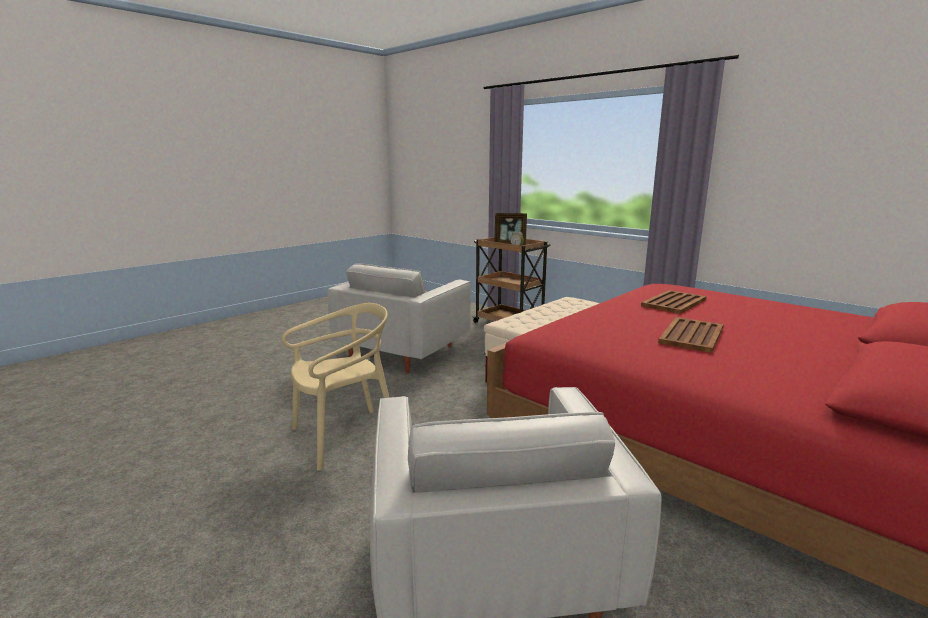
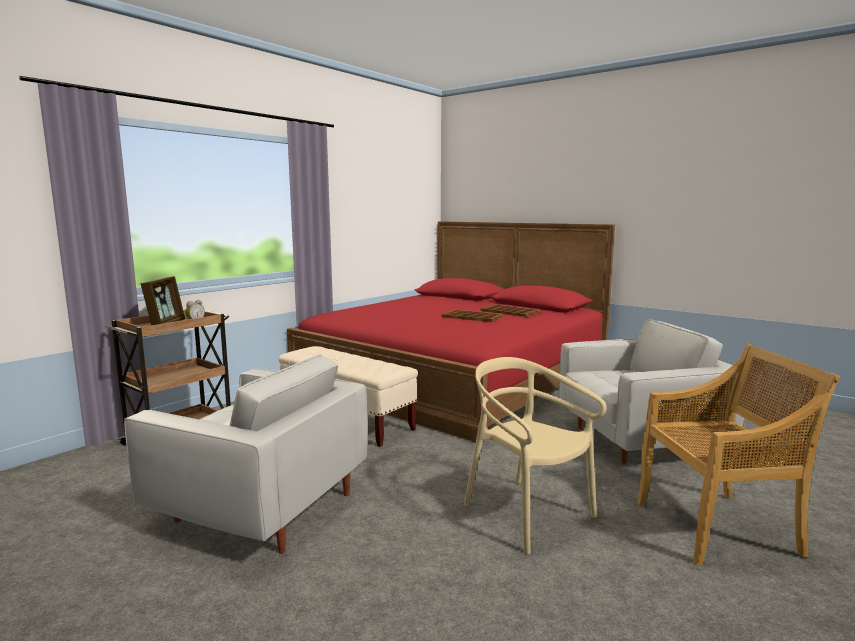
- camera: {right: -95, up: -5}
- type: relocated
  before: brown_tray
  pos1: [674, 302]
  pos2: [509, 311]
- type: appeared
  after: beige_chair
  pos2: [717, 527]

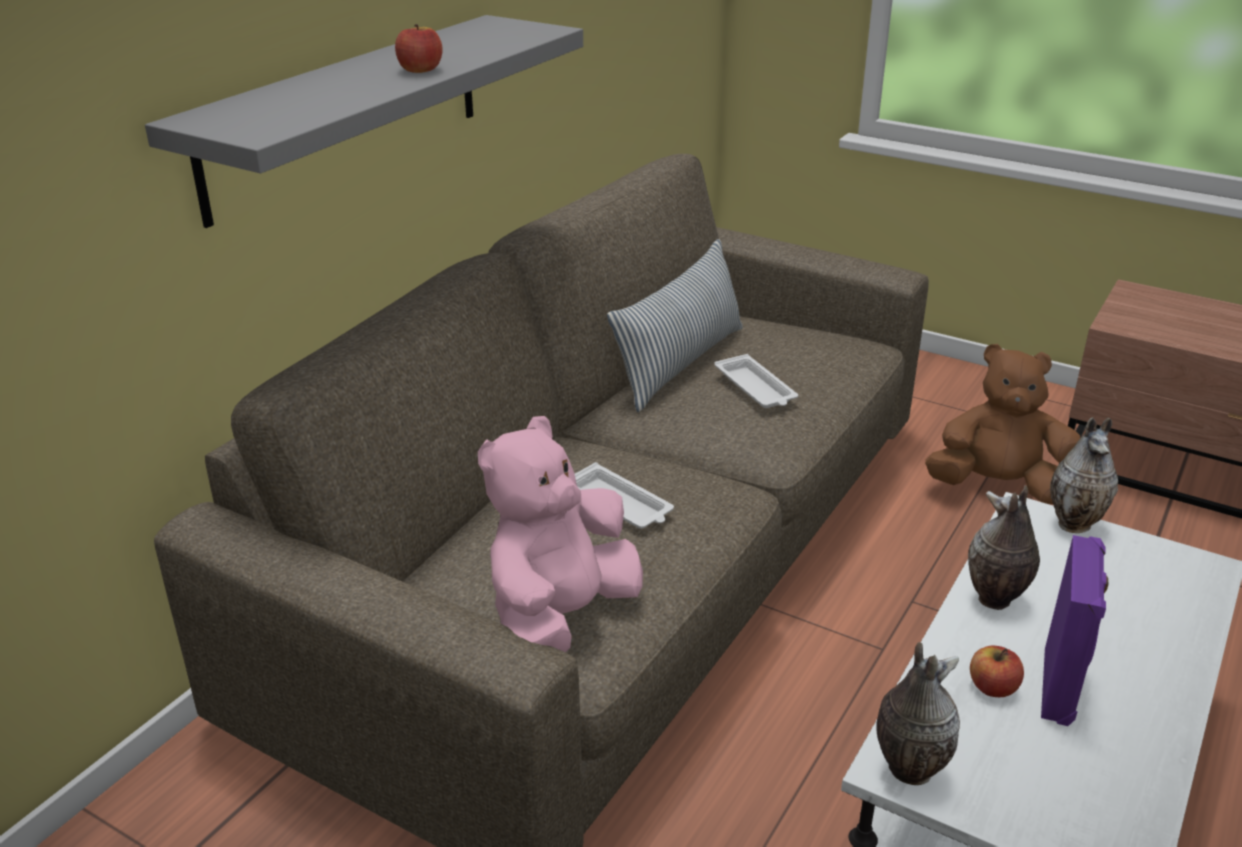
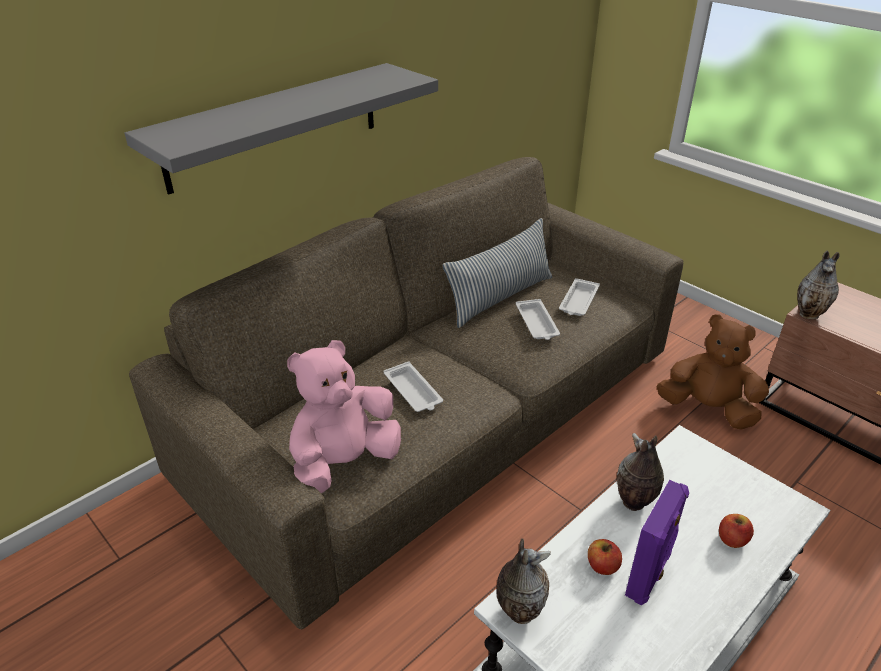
- camera: {right: 15, up: 5}
- type: relocated
  before: apple
  pos1: [420, 70]
  pos2: [732, 539]
- type: relocated
  before: vase
  pos1: [1075, 524]
  pos2: [810, 314]
- type: appeared
  after: white_tray
  pos2: [578, 301]

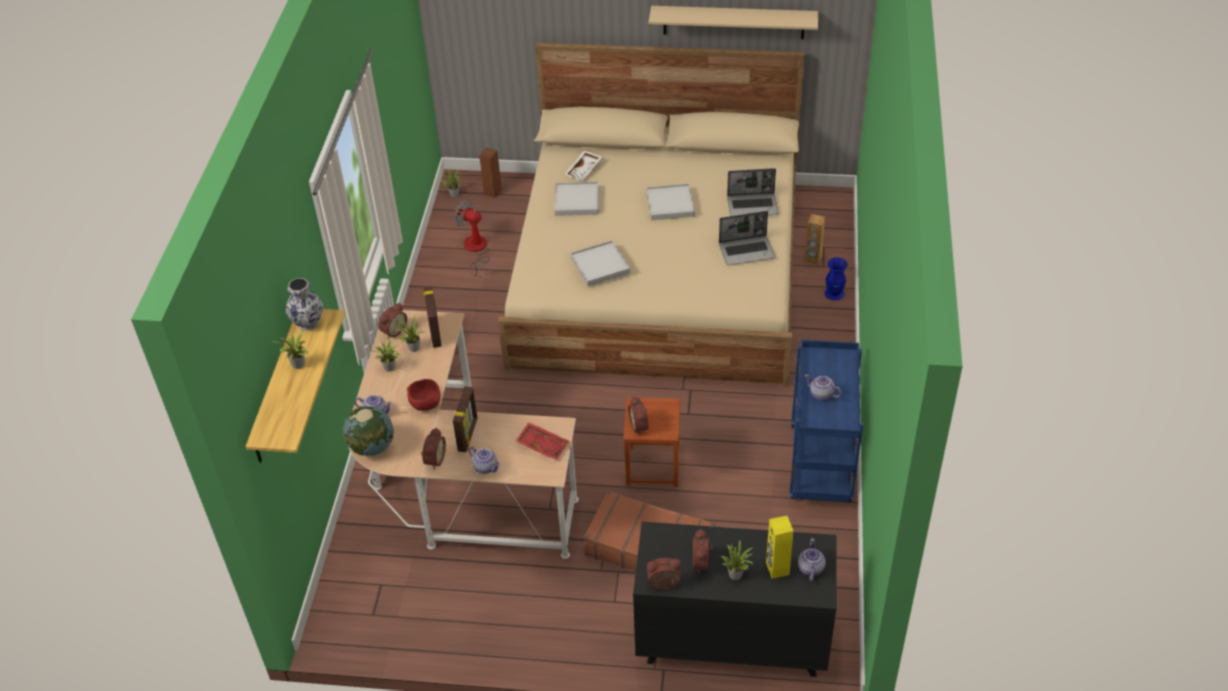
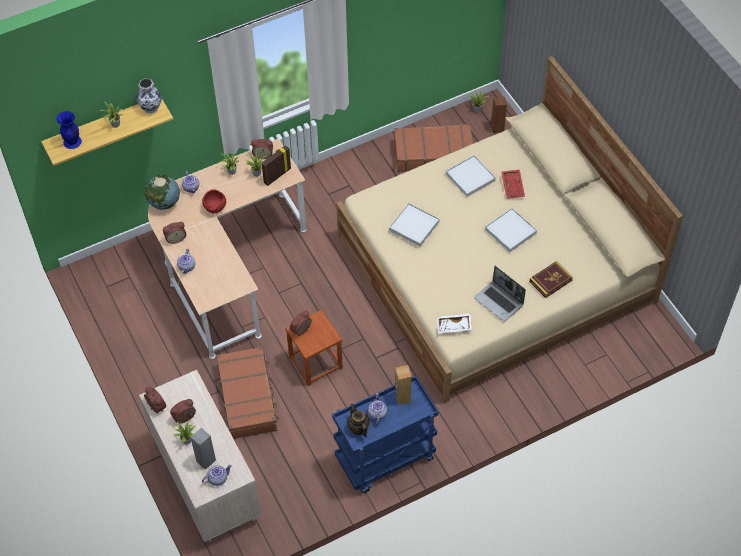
- camera: {right: 55, up: 10}
- type: missing
  before: beige_shelf
  pos1: [733, 22]
- type: relocated
  before: white_tray
  pos1: [584, 170]
  pos2: [454, 326]
- type: exchanged
  before: laptop
  after: book
  pos1: [753, 206]
  pos2: [550, 281]
- type: exchanged
  before: fan
  after: brown_suitcase
  pos1: [476, 250]
  pos2: [433, 154]
- type: relocated
  before: brown_speaker
  pos1: [812, 259]
  pos2: [402, 397]
- type: relocated
  before: blue_vase
  pos1: [834, 293]
  pos2: [72, 142]
- type: missing
  before: picture_frame
  pos1: [468, 435]
- type: relocated
  before: red_tray
  pos1: [543, 445]
  pos2: [513, 187]
- type: colour
  before: yellow_speaker
  after: grey_speaker
  pos1: [777, 569]
  pos2: [206, 460]
- type: colour
  before: black_dresser
  after: beige_dresser
  pos1: [731, 640]
  pos2: [206, 480]
- type: appeared
  after: teapot
  pos2: [358, 428]

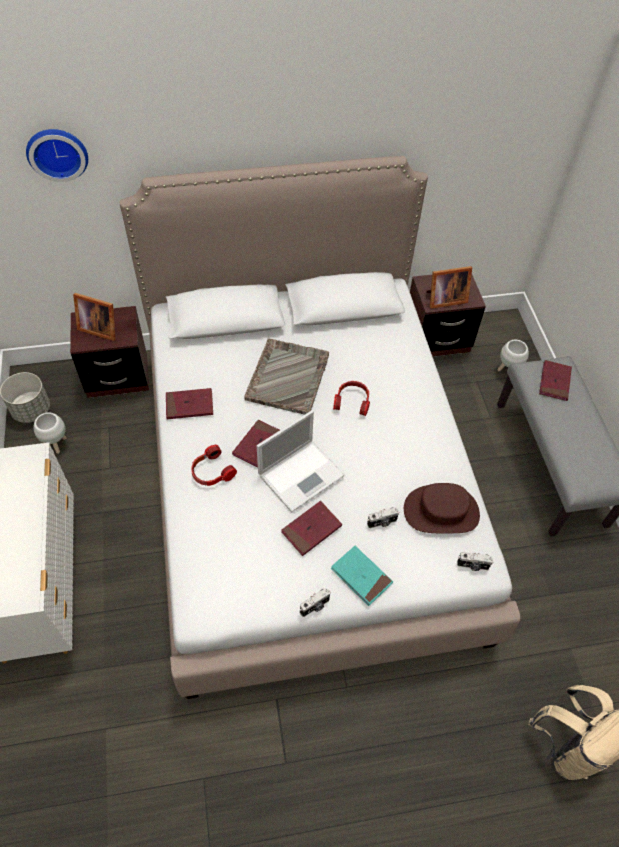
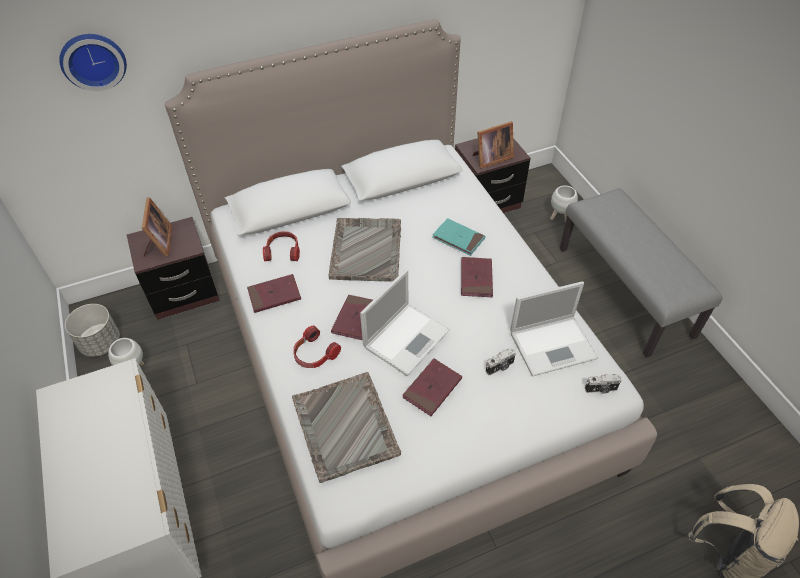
- camera: {right: -10, up: -5}
- type: spun
  before: picture_frame
  pos1: [99, 328]
  pos2: [159, 243]
  turn: -105
- type: relocated
  before: red_book
  pos1: [554, 382]
  pos2: [476, 279]
- type: relocated
  before: headphones
  pos1: [352, 401]
  pos2: [283, 251]
- type: exchanged
  before: brown_hat
  after: laptop
  pos1: [441, 511]
  pos2: [554, 344]
- type: relocated
  before: turquoise_book
  pos1: [361, 576]
  pos2: [458, 238]
- type: missing
  before: photo_camera
  pos1: [315, 606]
- type: appeared
  after: grey_tray
  pos2: [345, 427]

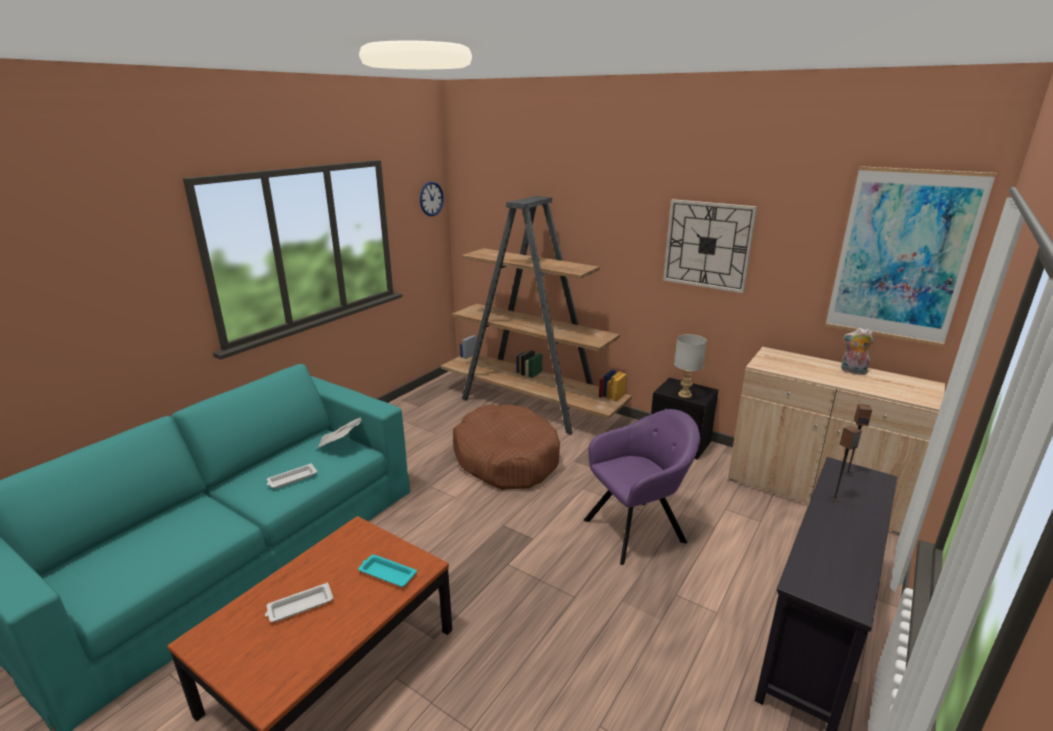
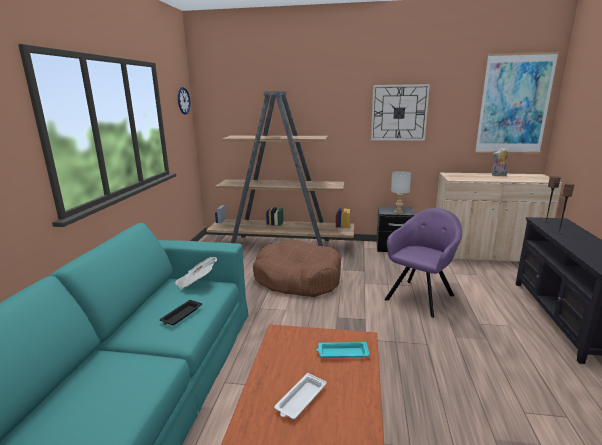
- camera: {right: -25, up: -5}
- type: colour
  before: white_tray
  after: black_tray
  pos1: [291, 479]
  pos2: [181, 315]

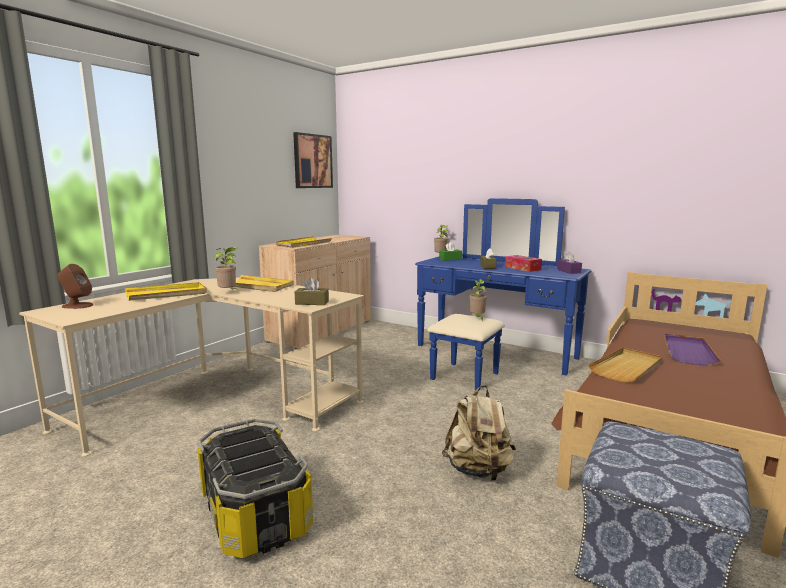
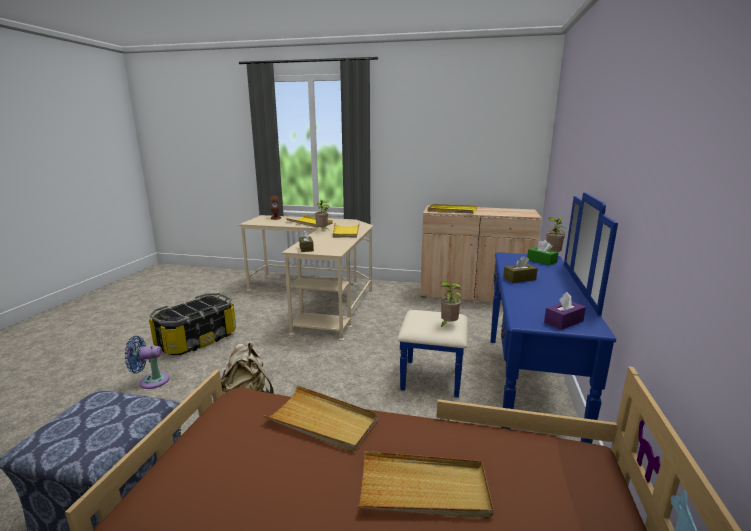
- camera: {right: 70, up: 5}
- type: missing
  before: picture
  pos1: [312, 161]
- type: missing
  before: tissue_box
  pos1: [522, 268]
- type: colour
  before: purple_tray
  after: beige_tray
  pos1: [688, 352]
  pos2: [424, 489]
- type: appeared
  after: blue_fan
  pos2: [151, 381]

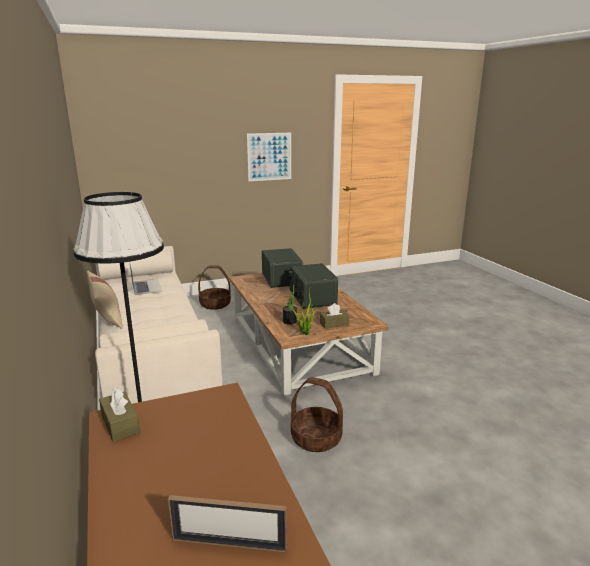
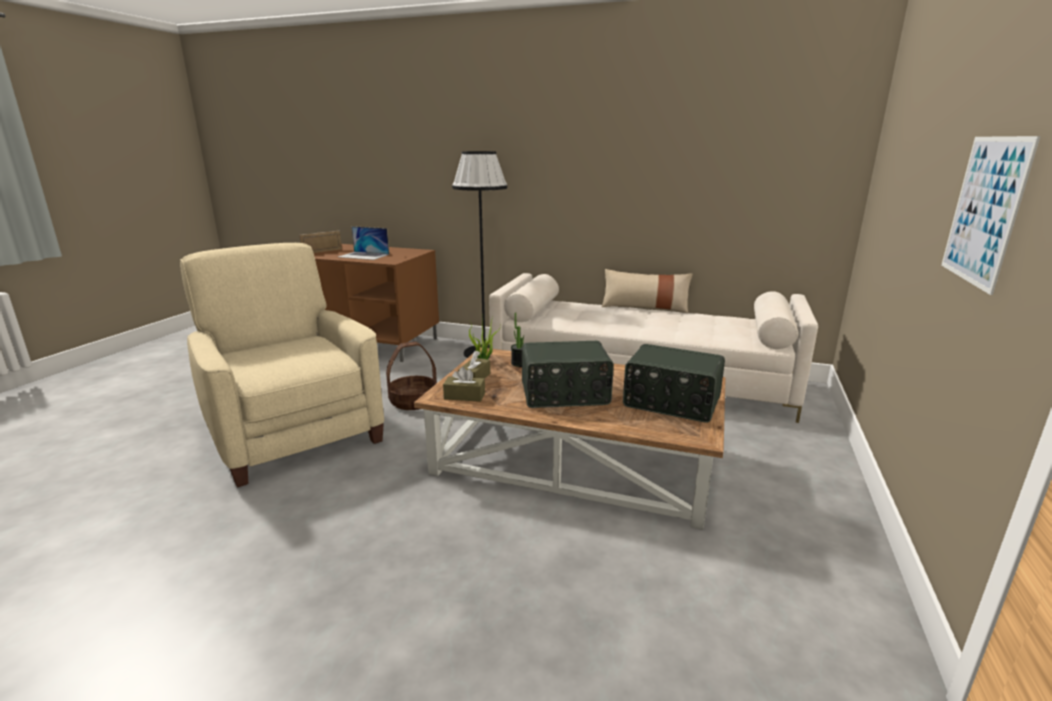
- camera: {right: 130, up: 0}
- type: spun
  before: radio
  pos1: [311, 298]
  pos2: [565, 395]
  turn: 150
- type: relocated
  before: laptop
  pos1: [146, 286]
  pos2: [364, 255]
- type: missing
  before: basket
  pos1: [215, 304]
- type: relocated
  before: brown_tissue_box
  pos1: [120, 424]
  pos2: [464, 396]
- type: appeared
  after: beige_armchair
  pos2: [294, 434]

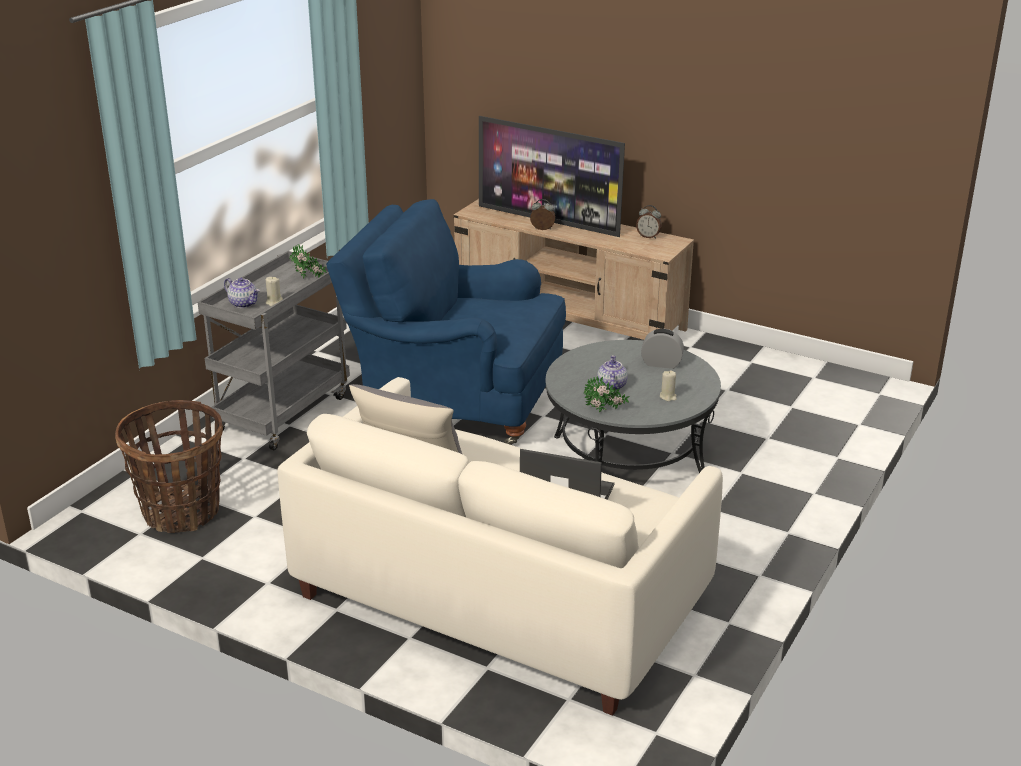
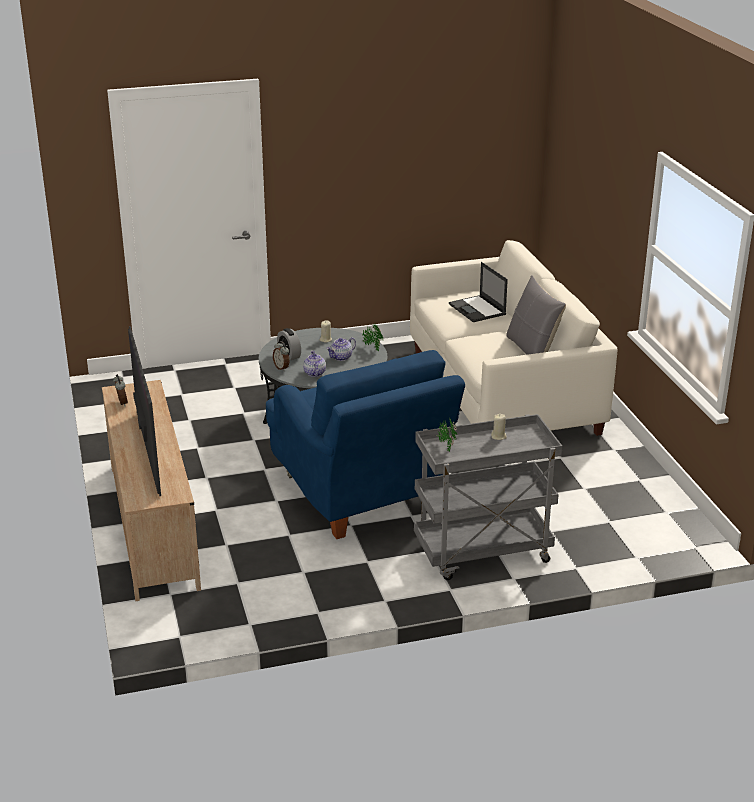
- camera: {right: -135, up: 0}
- type: relocated
  before: alarm_clock
  pos1: [542, 229]
  pos2: [282, 368]
- type: relocated
  before: teapot
  pos1: [244, 303]
  pos2: [314, 373]
- type: missing
  before: basket
  pos1: [181, 512]

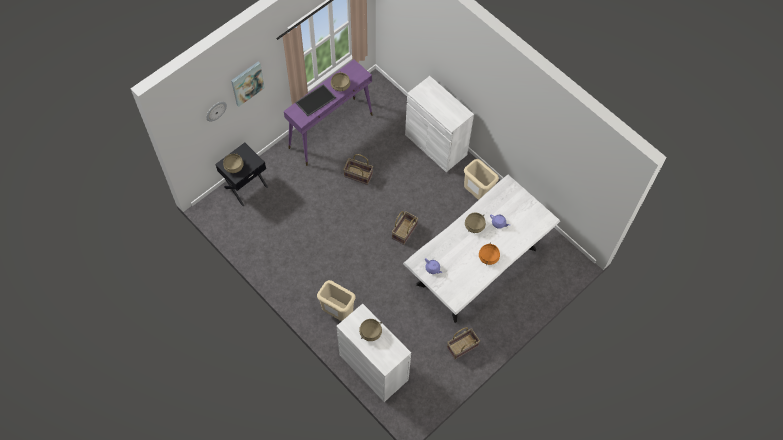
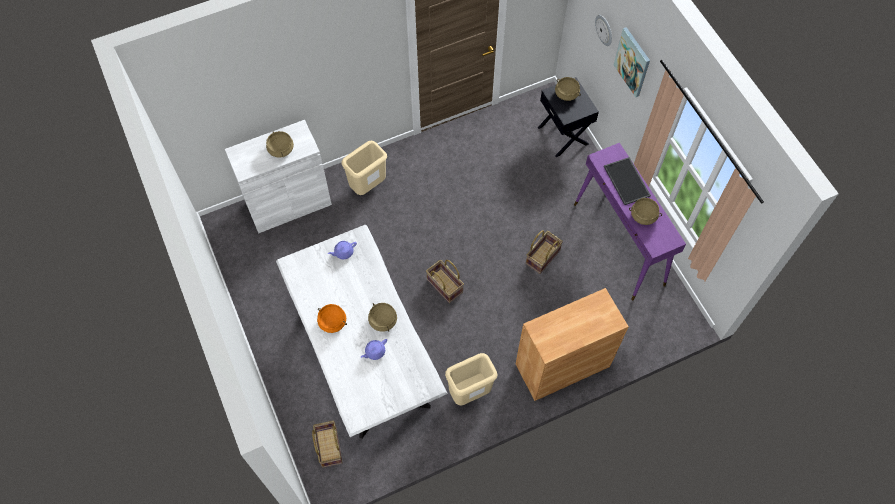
- camera: {right: 110, up: 0}
- type: colour
  before: white_cabinet
  after: brown_cabinet
  pos1: [436, 145]
  pos2: [562, 365]
- type: relocated
  before: basket
  pos1: [462, 347]
  pos2: [328, 447]

